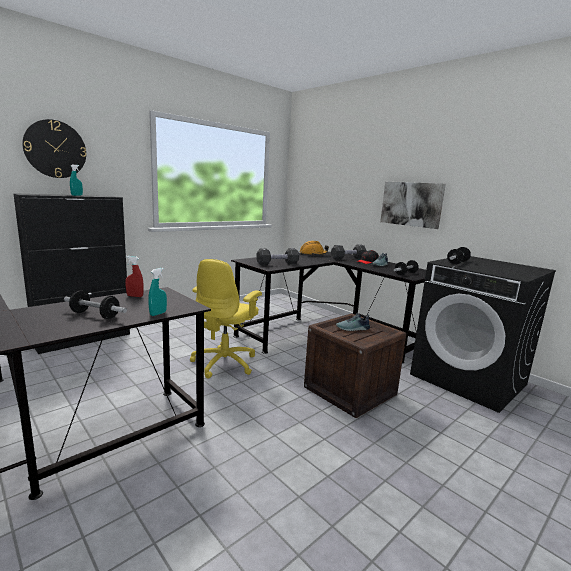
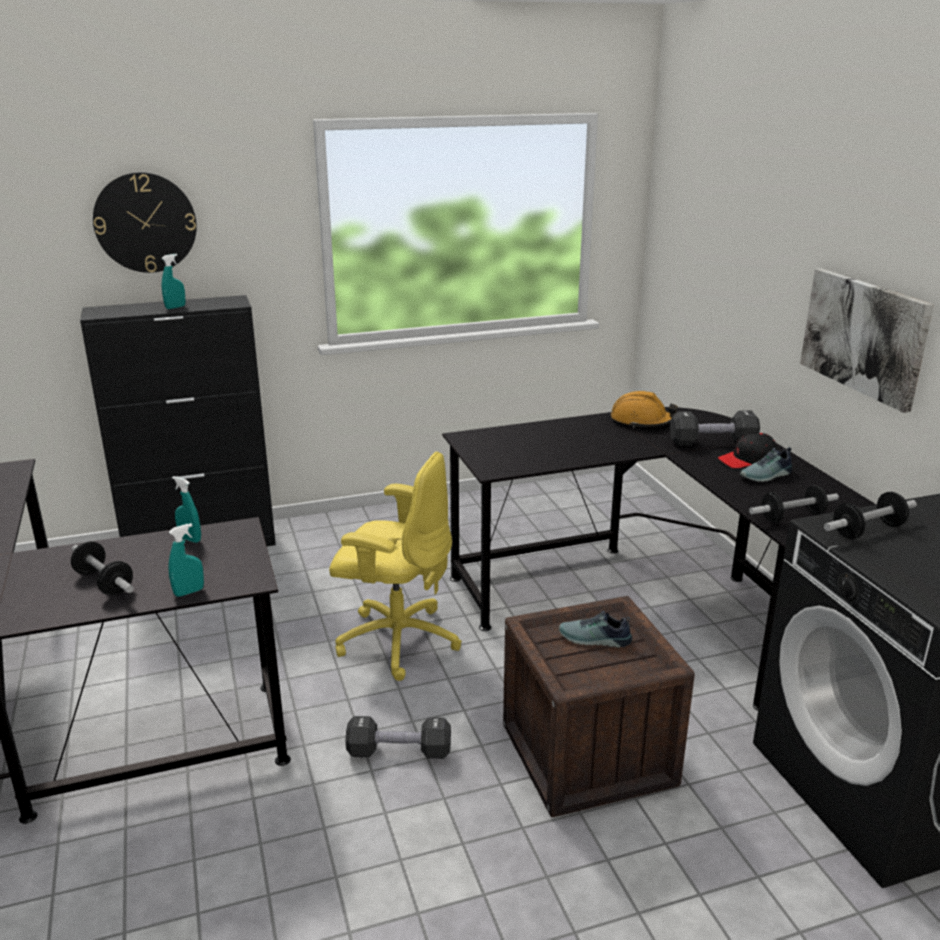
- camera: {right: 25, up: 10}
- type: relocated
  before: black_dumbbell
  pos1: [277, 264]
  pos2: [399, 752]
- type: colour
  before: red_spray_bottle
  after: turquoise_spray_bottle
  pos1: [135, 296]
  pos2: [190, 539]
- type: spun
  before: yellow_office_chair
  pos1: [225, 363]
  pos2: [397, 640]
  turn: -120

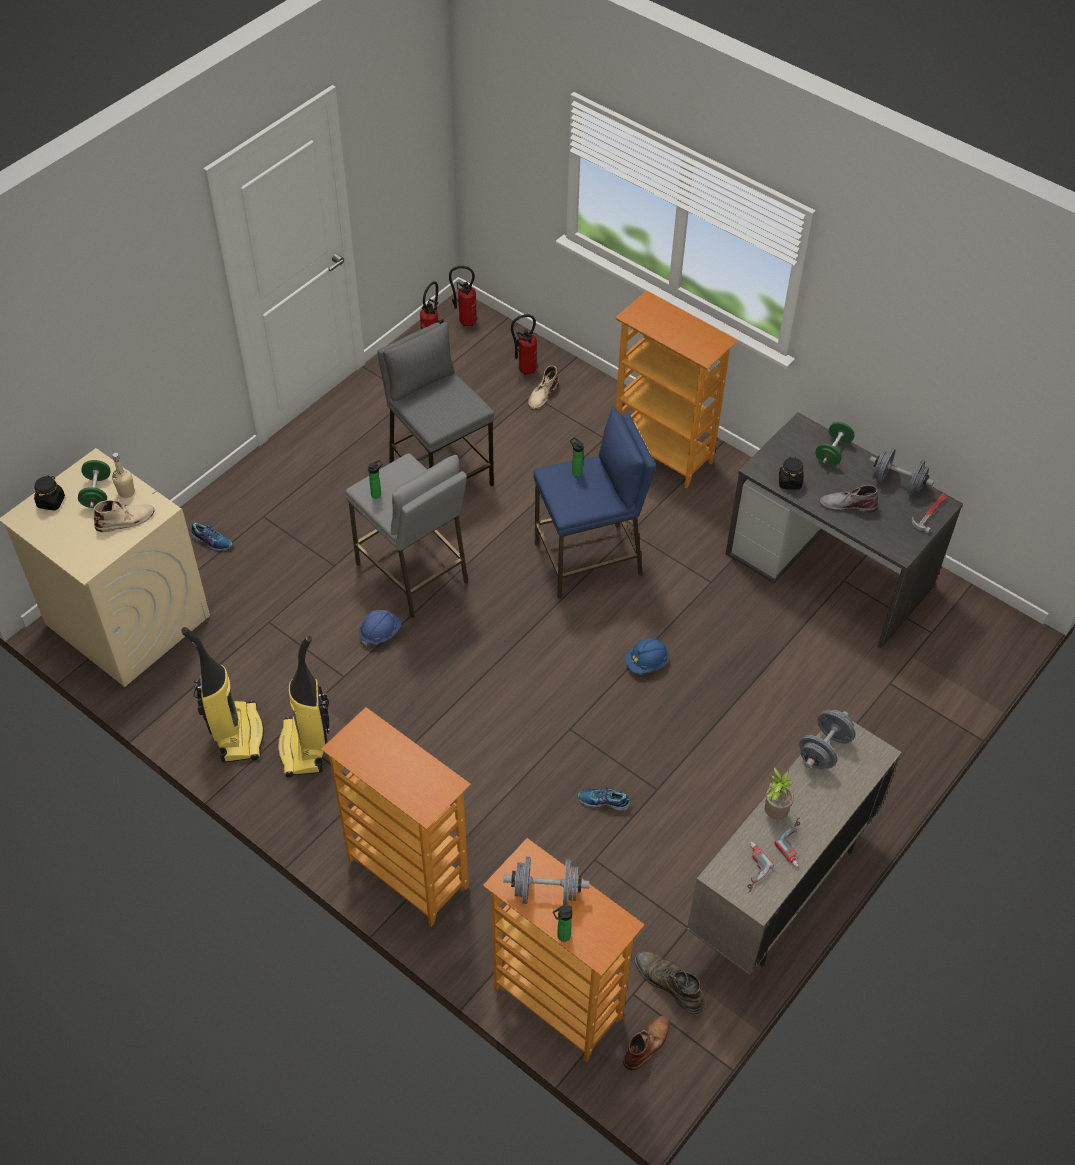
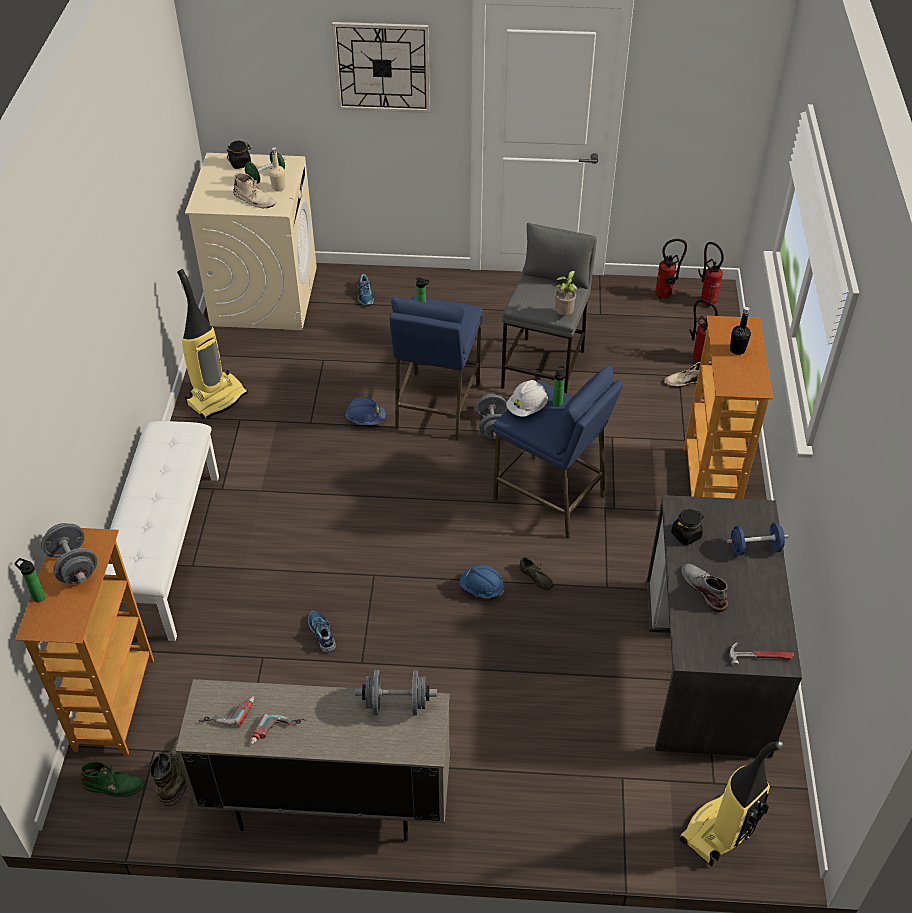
- camera: {right: 55, up: -5}
- type: colour
  before: green_dumbbell
  after: blue_dumbbell
  pos1: [832, 452]
  pos2: [755, 548]
- type: relocated
  before: grey_dumbbell
  pos1: [898, 483]
  pos2: [492, 427]
- type: colour
  before: grey_stool
  after: blue_stool
  pos1: [413, 573]
  pos2: [436, 406]
- type: relocated
  before: vacuum_cleaner
  pos1: [305, 748]
  pos2: [719, 832]
- type: exchanged
  before: bookcase
  after: white_bench
  pos1: [407, 875]
  pos2: [166, 552]
- type: relocated
  before: potted_plant
  pos1: [774, 812]
  pos2: [564, 315]
- type: colour
  before: brown_boot
  after: green_boot
  pos1: [647, 1044]
  pos2: [114, 785]
- type: appeared
  after: wall_clock
  pos2: [382, 67]
- type: appeared
  after: black_bottle
  pos2: [737, 350]
- type: appeared
  after: white_hard_hat
  pos2: [527, 408]
- type: appeared
  after: grey_shoe
  pos2: [534, 579]

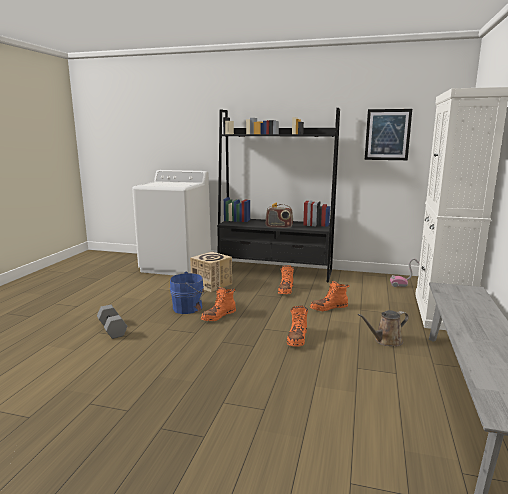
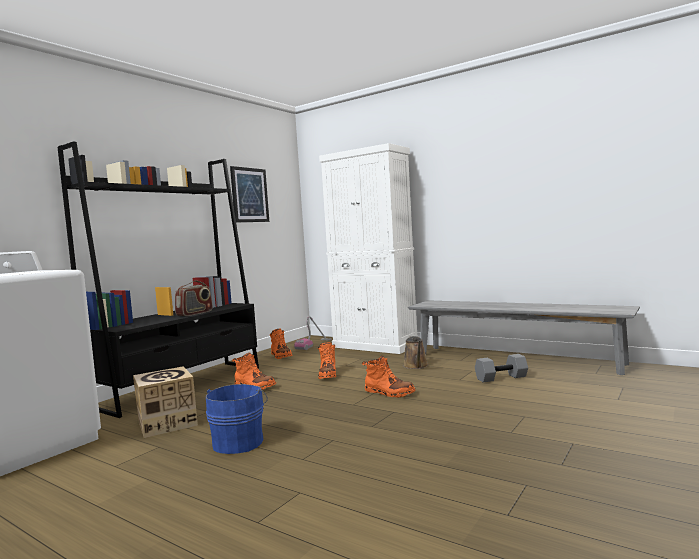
- camera: {right: -70, up: -10}
- type: relocated
  before: orange_boot
  pos1: [218, 316]
  pos2: [281, 356]
- type: relocated
  before: grey_dumbbell
  pos1: [113, 329]
  pos2: [501, 377]

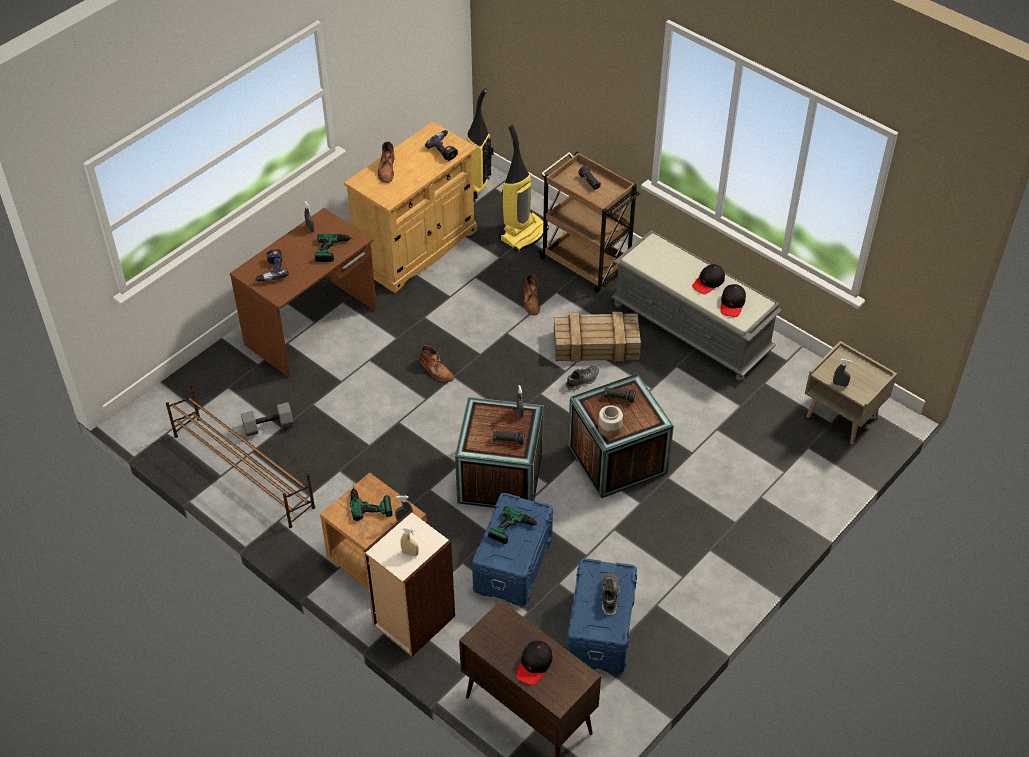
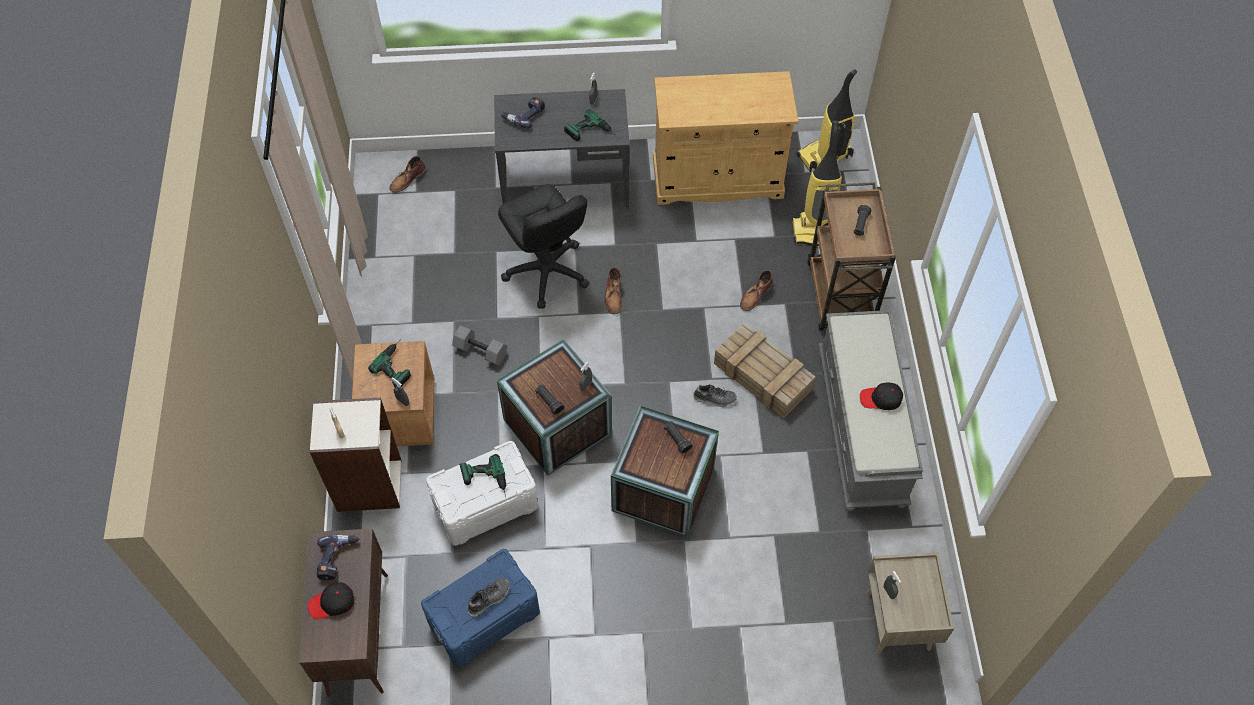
- camera: {right: 45, up: 10}
- type: relocated
  before: power_drill
  pos1: [445, 149]
  pos2: [337, 559]
- type: relocated
  before: brown_boot
  pos1: [386, 169]
  pos2: [407, 180]
- type: colour
  before: brown_desk
  after: grey_desk
  pos1: [312, 327]
  pos2: [565, 187]
- type: missing
  before: black_cap
  pos1: [732, 304]
- type: missing
  before: brown_shoe_rack
  pos1: [243, 470]
- type: relocated
  before: grey_dumbbell
  pos1: [268, 427]
  pos2: [480, 351]
- type: missing
  before: jar
  pos1: [609, 428]
- type: colour
  before: blue_storage_box
  after: white_storage_box
  pos1: [512, 563]
  pos2: [485, 504]
- type: appeared
  after: black_office_chair
  pos2: [546, 272]

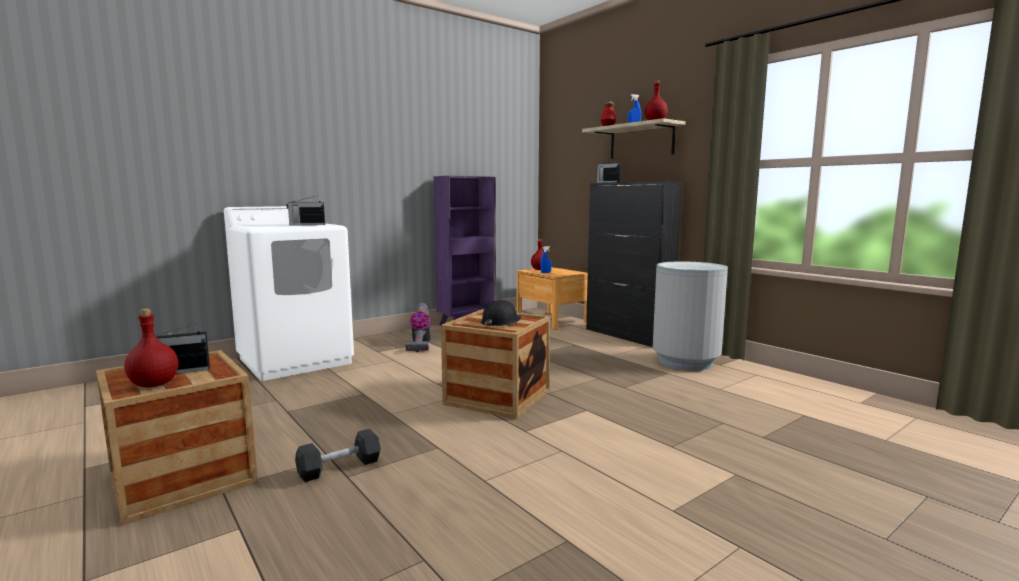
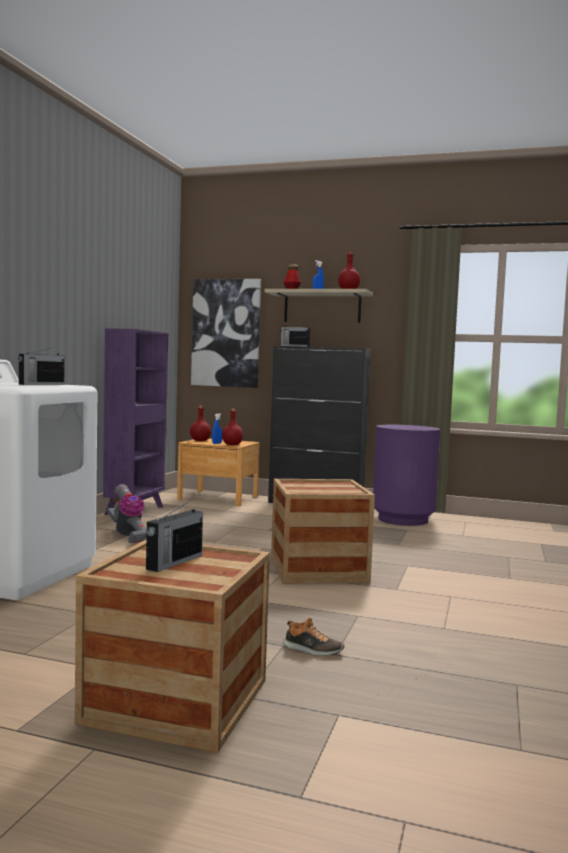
- camera: {right: -35, up: -5}
- type: colour
  before: grey_trash_can
  after: purple_trash_can
  pos1: [685, 362]
  pos2: [403, 519]
- type: missing
  before: black_hard_hat
  pos1: [500, 322]
- type: relocated
  before: red_bottle
  pos1: [154, 385]
  pos2: [232, 445]
- type: exchanged
  before: grey_dumbbell
  after: shoe
  pos1: [339, 467]
  pos2: [312, 650]
- type: appeared
  after: picture
  pos2: [226, 333]

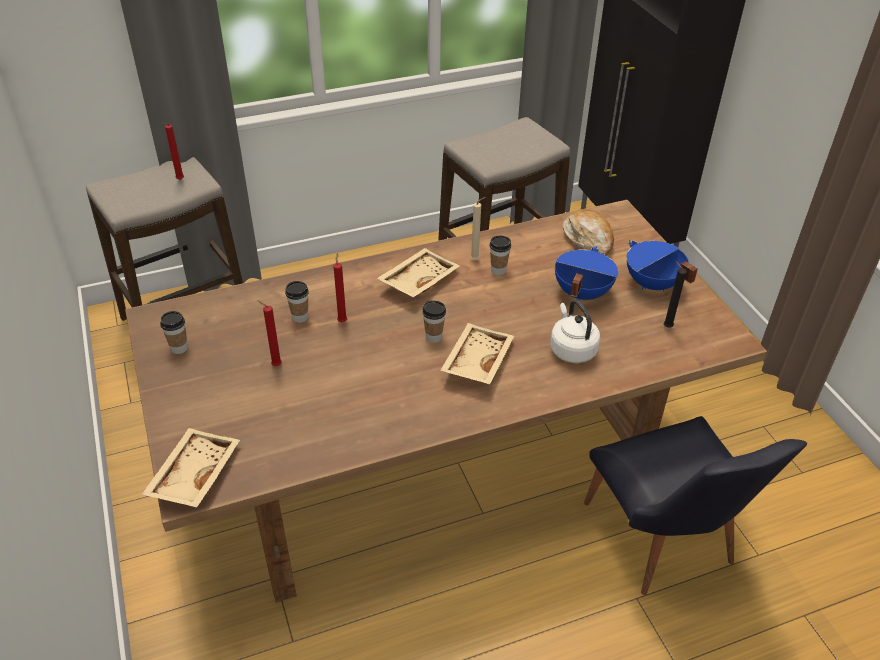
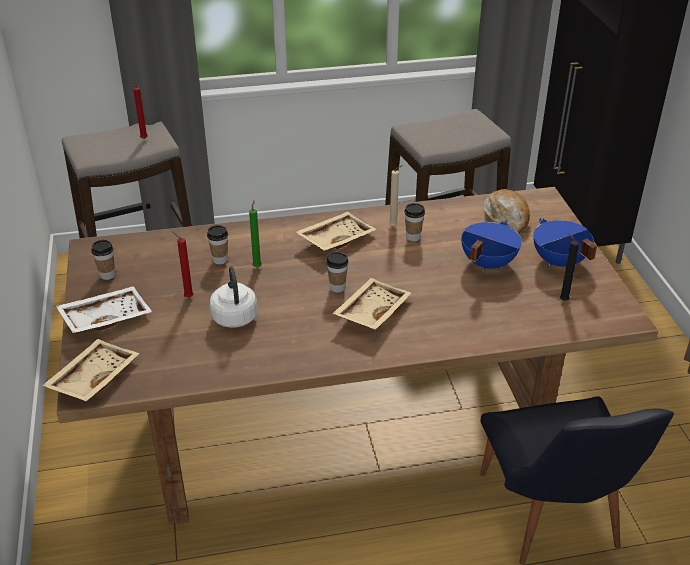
- camera: {right: 10, up: -5}
- type: colour
  before: red_candle
  after: green_candle
  pos1: [342, 321]
  pos2: [257, 266]
- type: relocated
  before: white_kettle
  pos1: [571, 349]
  pos2: [234, 315]
- type: appeared
  after: white_tray
  pos2: [105, 317]

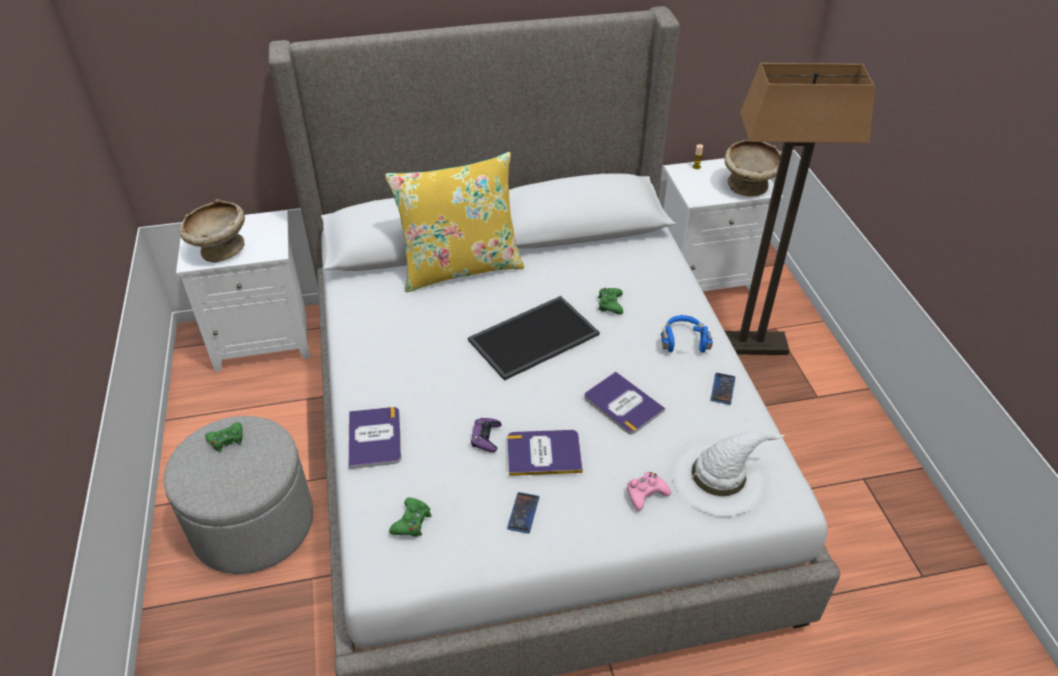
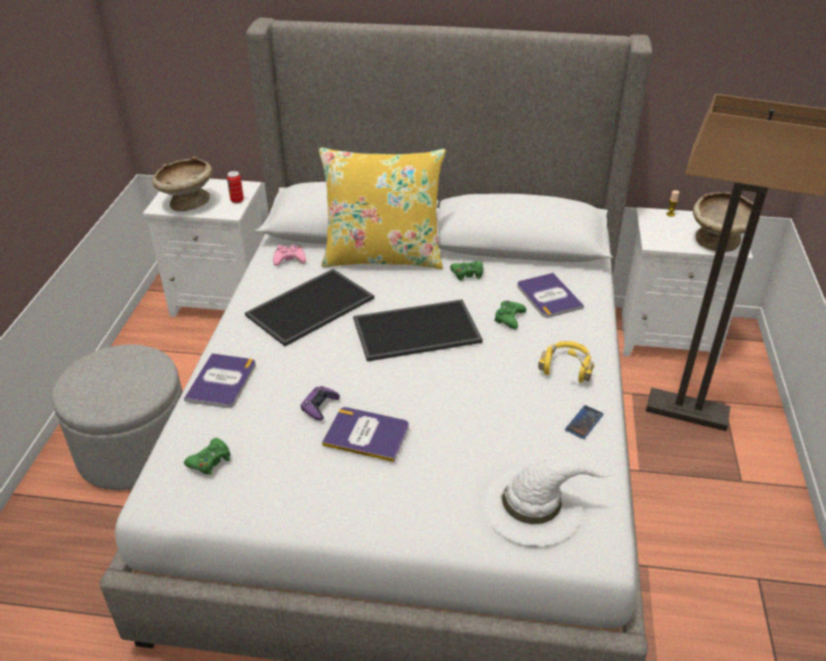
- camera: {right: 20, up: -5}
- type: colour
  before: blue_headphones
  after: yellow_headphones
  pos1: [683, 341]
  pos2: [566, 368]
- type: relocated
  before: book
  pos1: [622, 404]
  pos2: [548, 296]
- type: relocated
  before: green_game_controller
  pos1: [227, 440]
  pos2: [467, 274]
- type: relocated
  before: pink_game_controller
  pos1: [646, 494]
  pos2: [289, 260]
- type: missing
  before: phone
  pos1: [523, 513]
- type: appeared
  after: can
  pos2: [237, 201]
- type: appeared
  after: tray
  pos2: [310, 305]

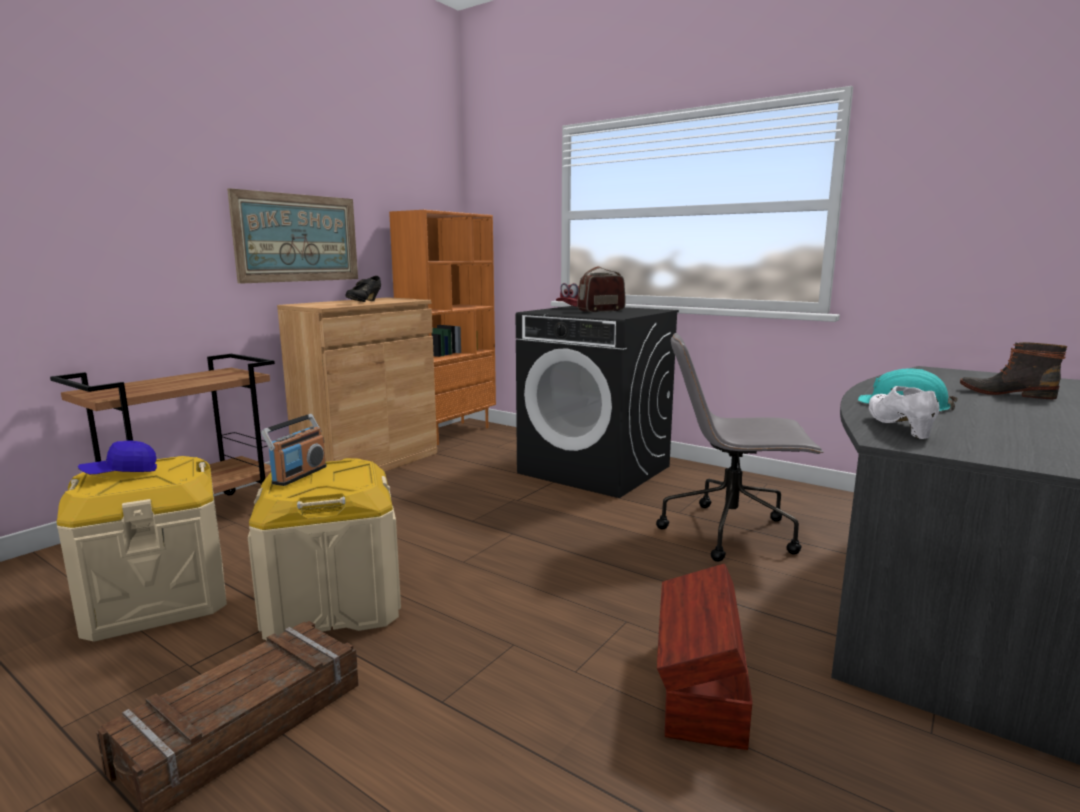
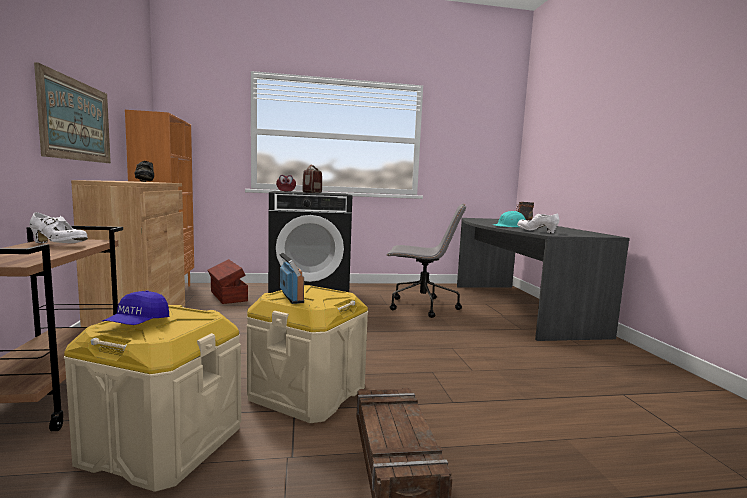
- camera: {right: -45, up: -5}
- type: spun
  before: grey_office_chair
  pos1: [731, 532]
  pos2: [421, 306]
  turn: -135
- type: relocated
  before: brown_storage_box
  pos1: [700, 688]
  pos2: [228, 296]
- type: appeared
  after: white_shoe
  pos2: [58, 244]

